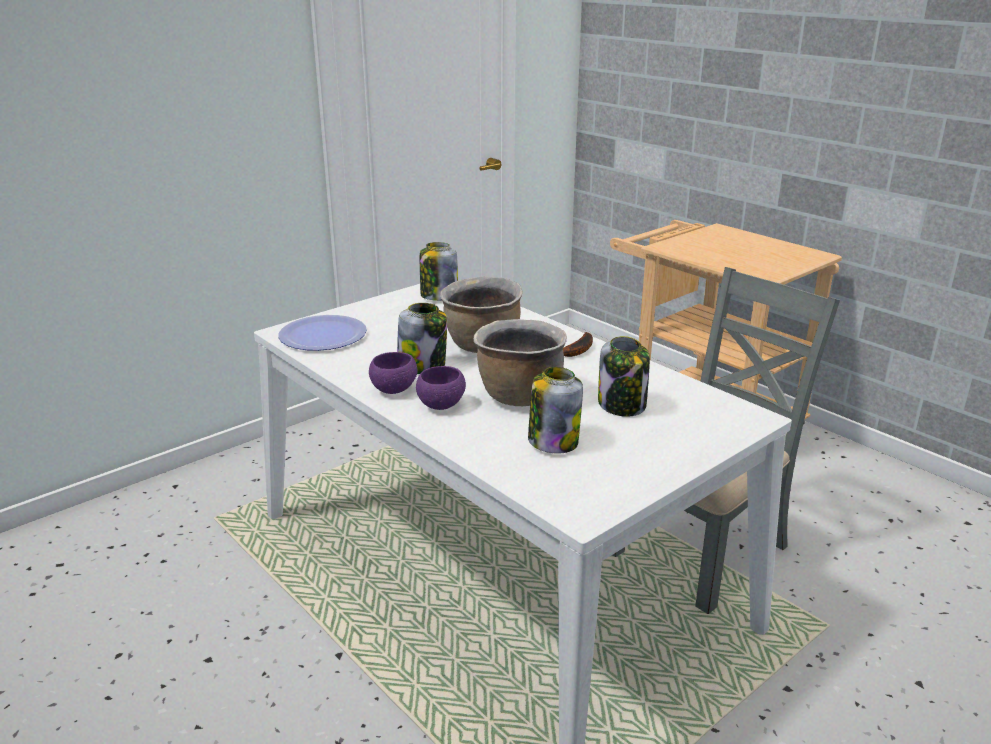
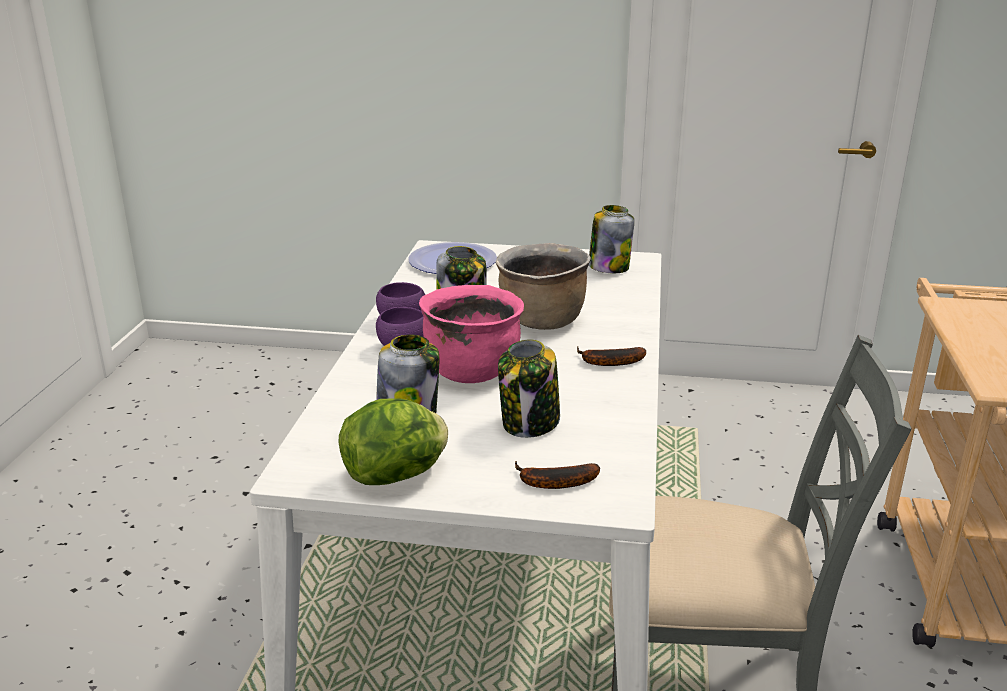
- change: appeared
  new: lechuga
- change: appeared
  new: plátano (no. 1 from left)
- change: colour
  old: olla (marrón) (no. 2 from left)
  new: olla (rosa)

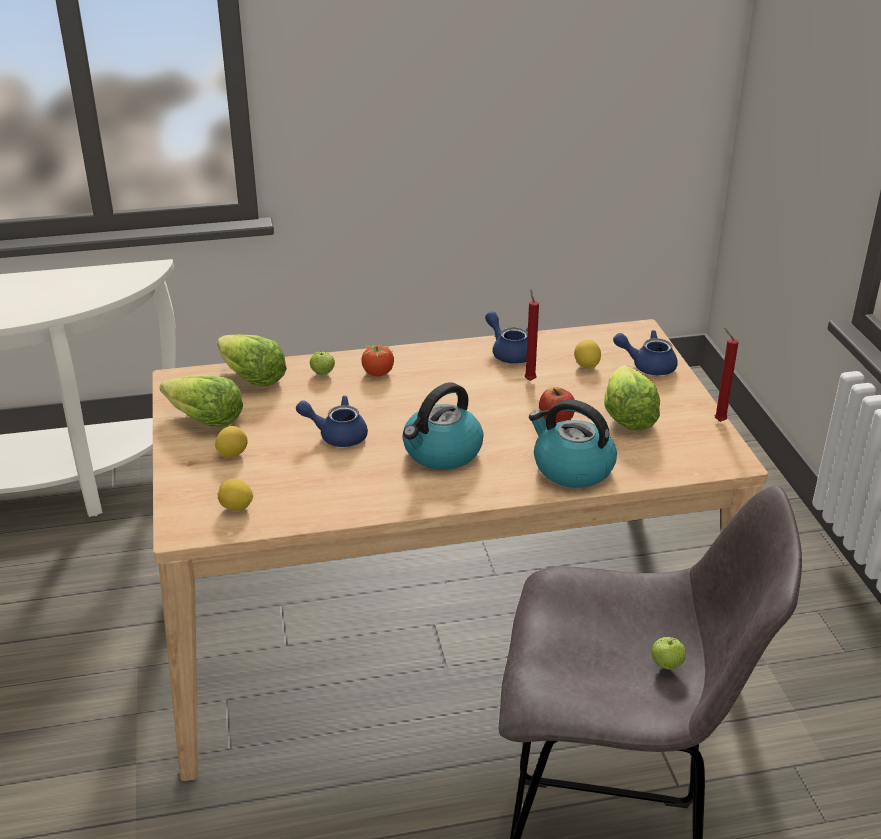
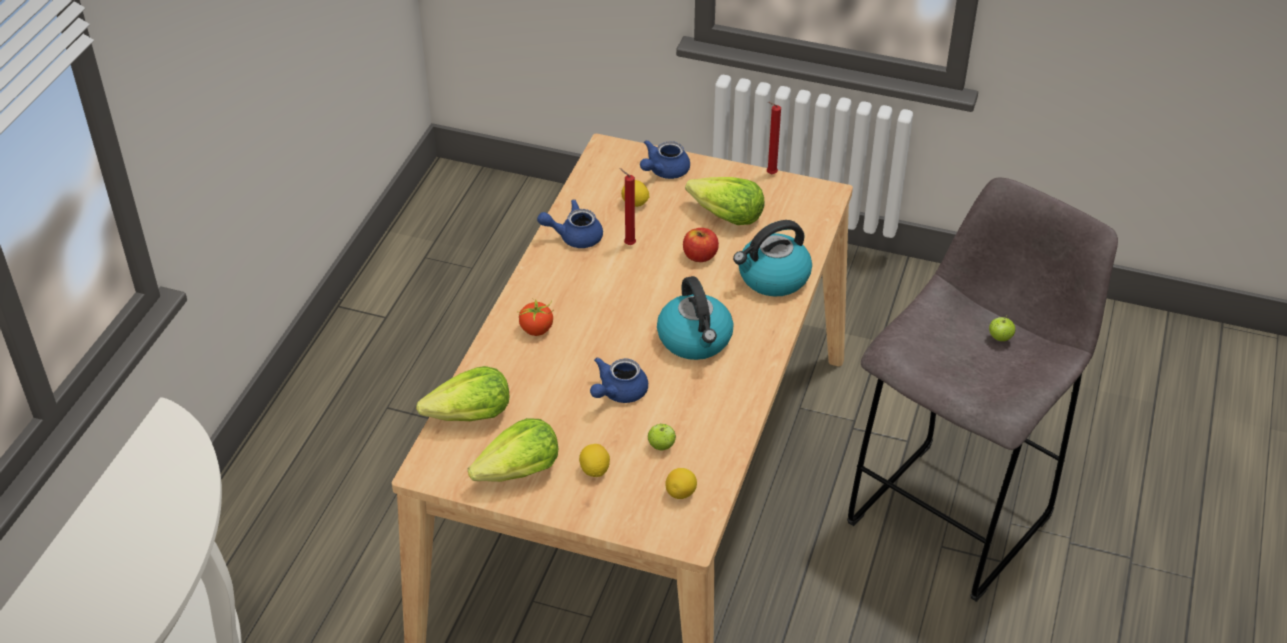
- change: relocated
  old: manzana (no. 1 from left)

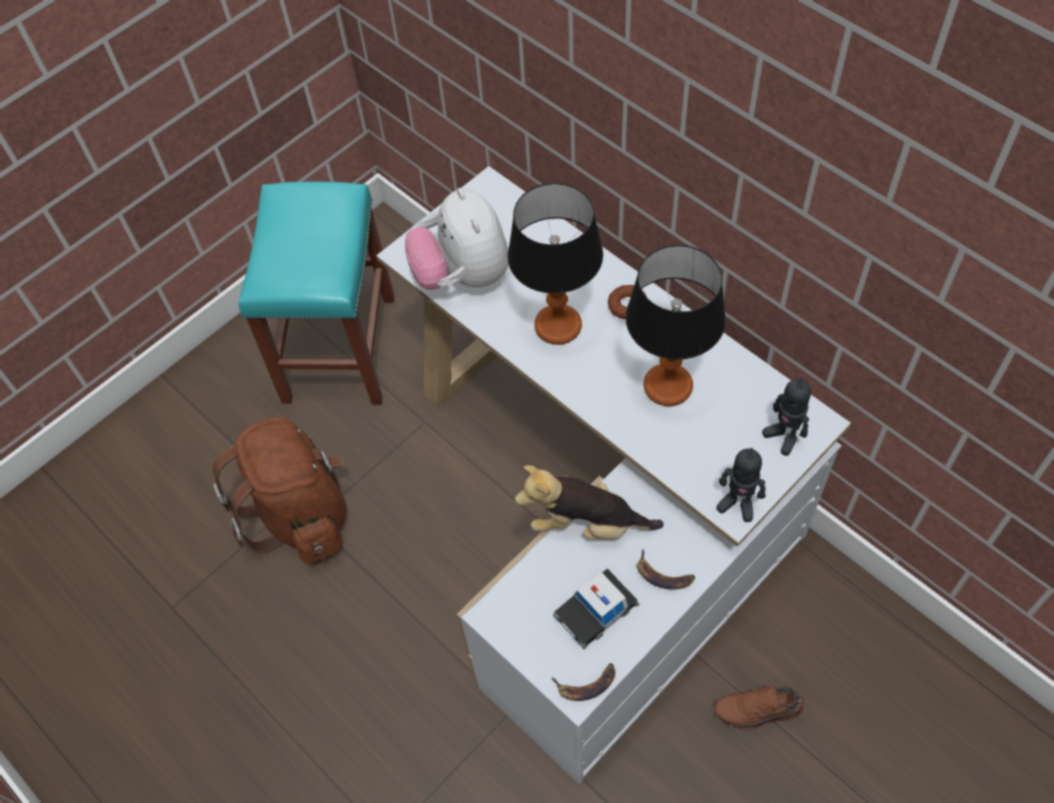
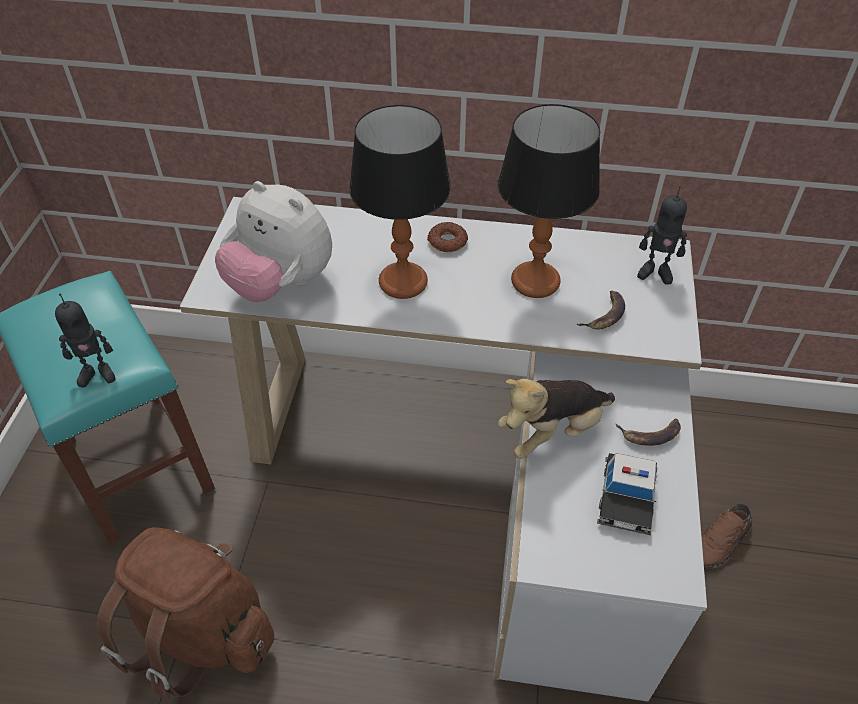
- change: relocated
  old: plátano (no. 1 from left)
- change: relocated
  old: robot de juguete (no. 1 from left)

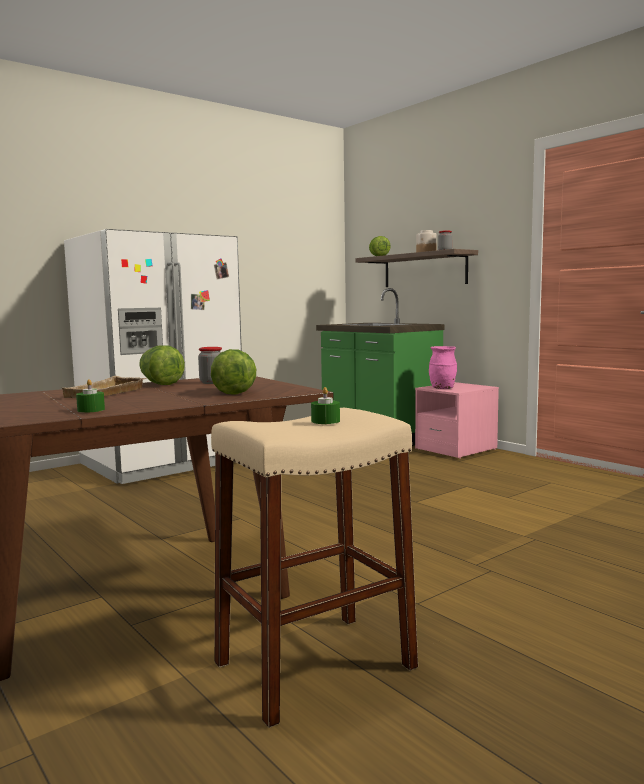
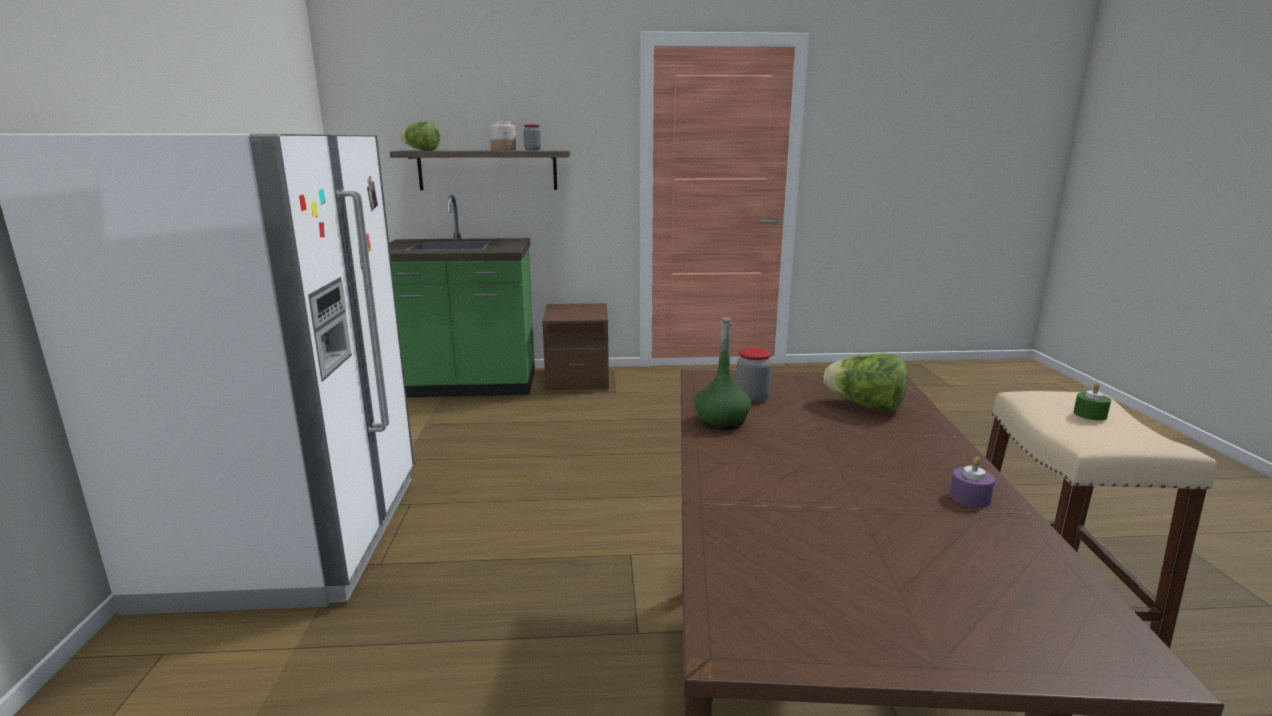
- change: missing
  old: bandeja (beis)
- change: missing
  old: florero (rosa)
- change: exchanged
  old: lechuga (no. 1 from left)
  new: botella (verde)
- change: colour
  old: vela (verde) (no. 1 from left)
  new: vela (morado)
- change: colour
  old: mesita de noche (rosa)
  new: mesita de noche (marrón)

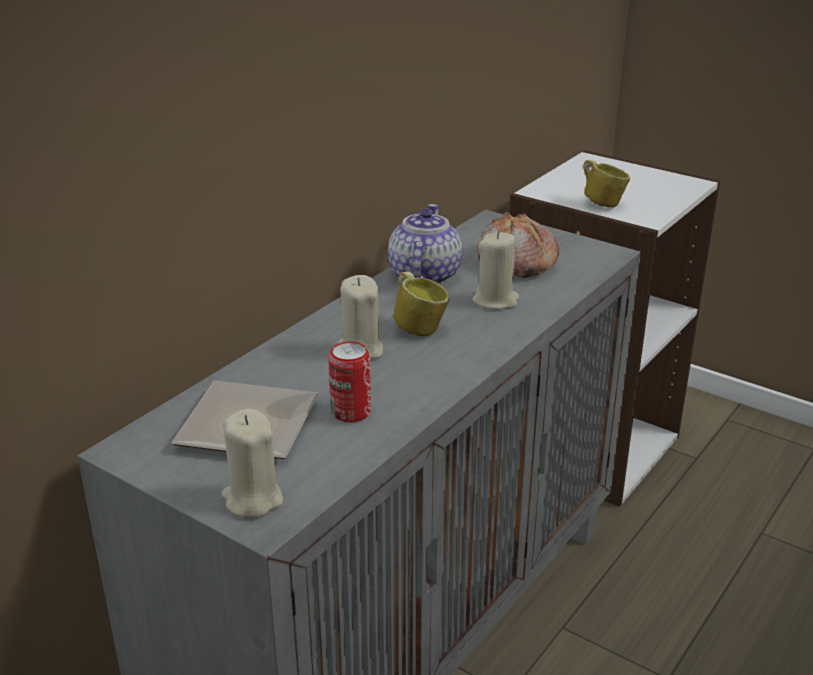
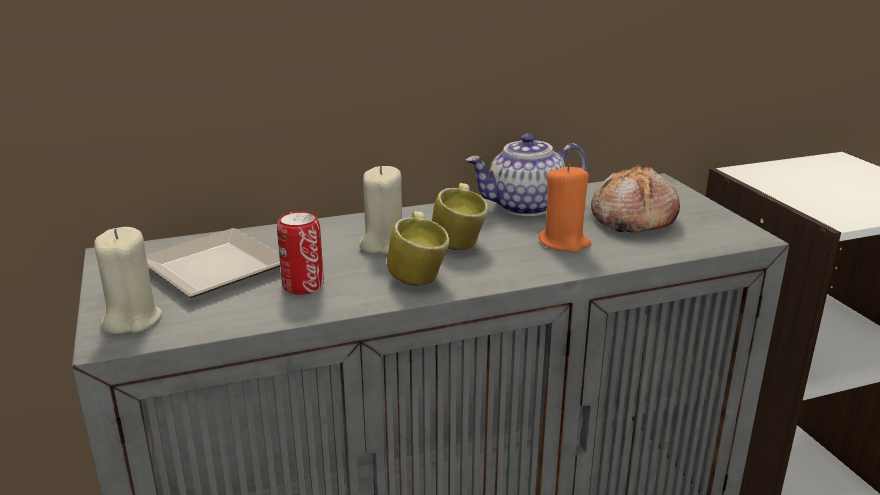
- change: relocated
  old: taza grande (no. 2 from left in the first image)
  new: taza grande (no. 1 from left)
- change: colour
  old: vela (beis) (no. 3 from left)
  new: vela (naranja)
- change: spun
  old: tetera
  degrees: -150

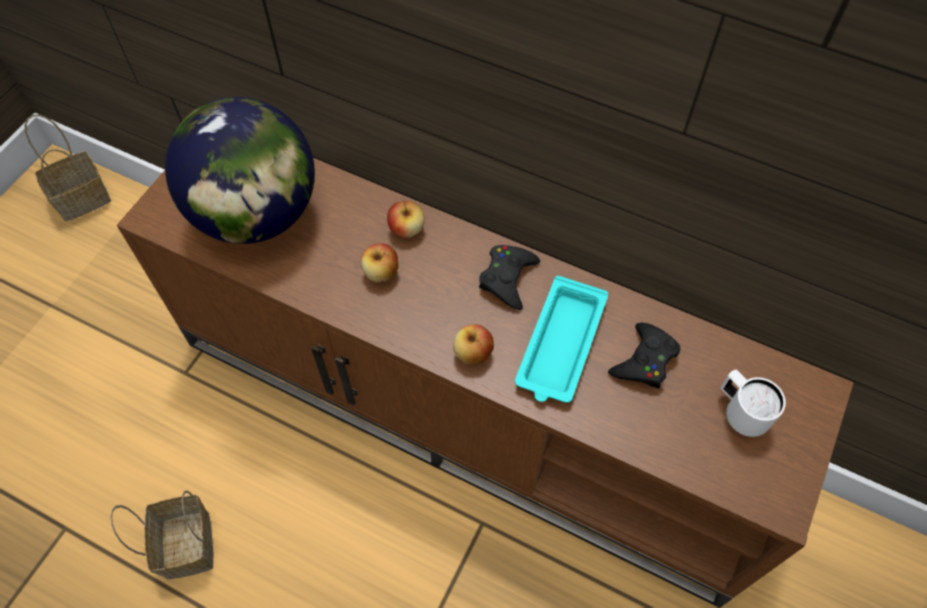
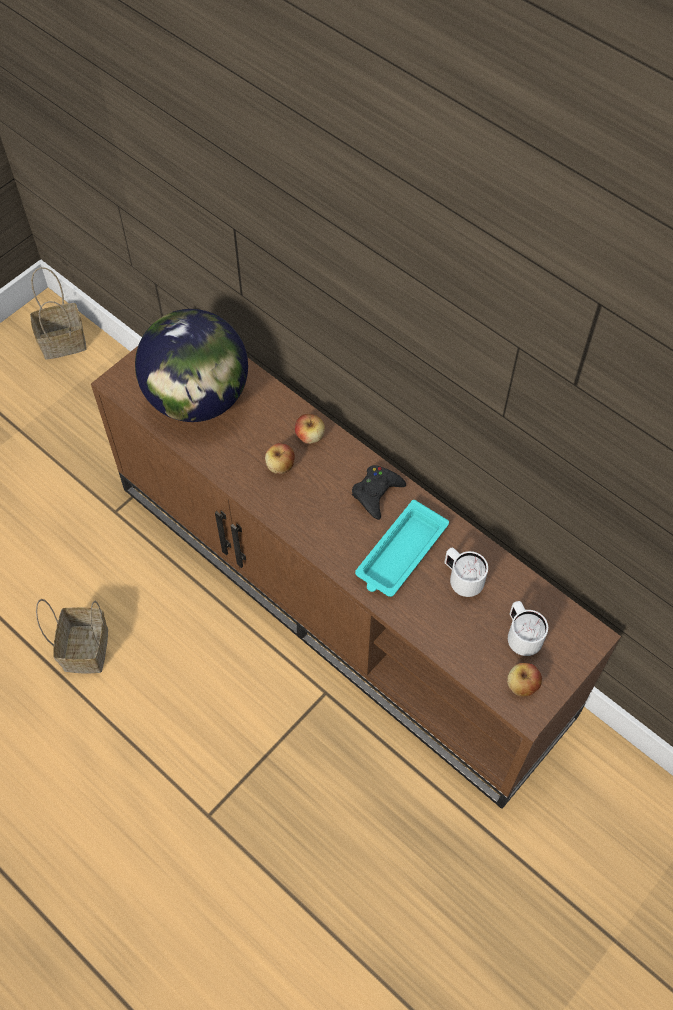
- change: relocated
  old: manzana (no. 3 from left)
- change: exchanged
  old: mando de consola (negro) (no. 2 from left)
  new: taza grande (blanco) (no. 1 from left)

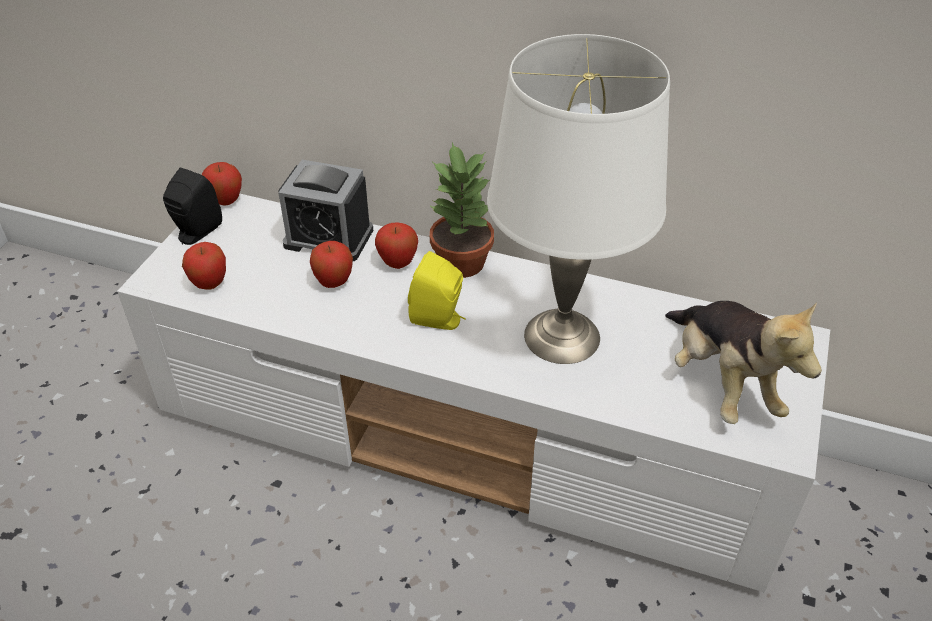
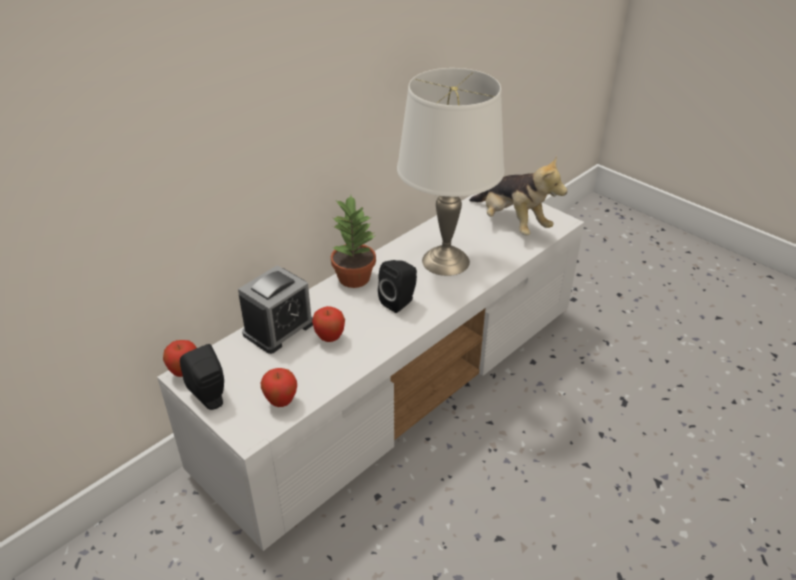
- change: missing
  old: manzana (no. 4 from left)
- change: colour
  old: altavoz (amarillo)
  new: altavoz (negro) (no. 2 from left)
- change: spun
  old: peluche
  degrees: 45

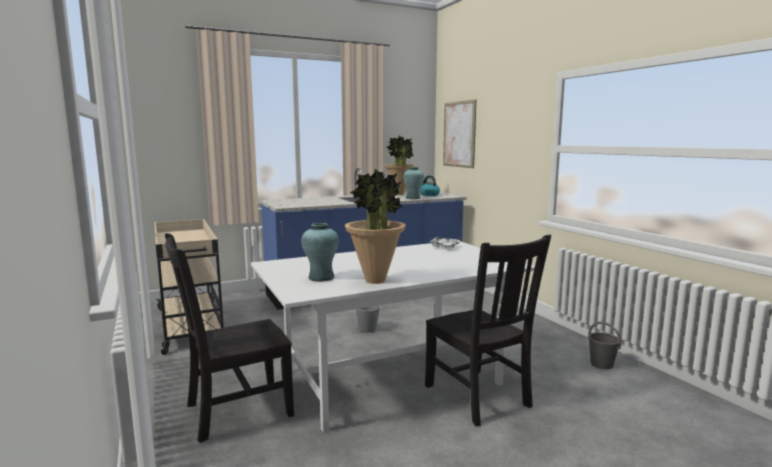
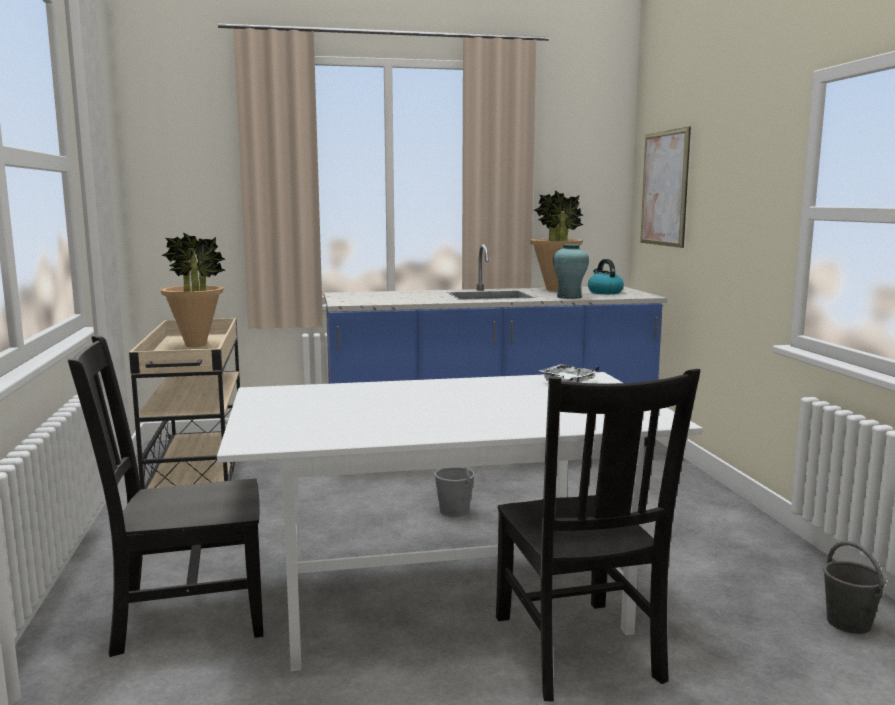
- change: missing
  old: florero (turquesa) (no. 1 from left)
- change: relocated
  old: planta en maceta (no. 1 from left)

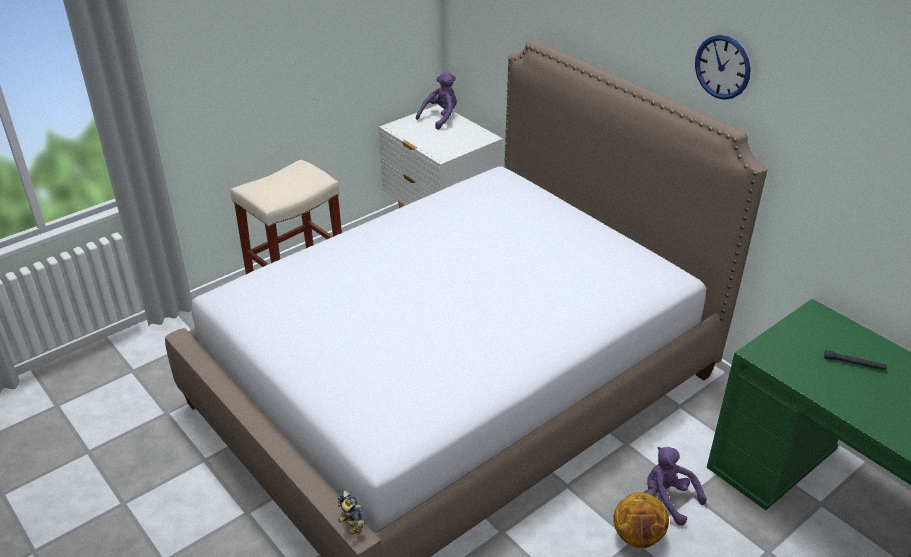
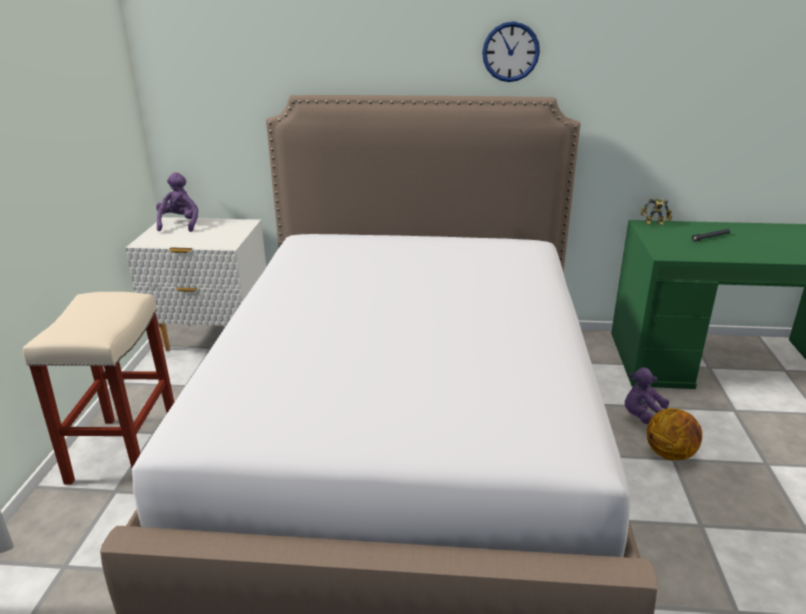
- change: relocated
  old: robot de juguete

